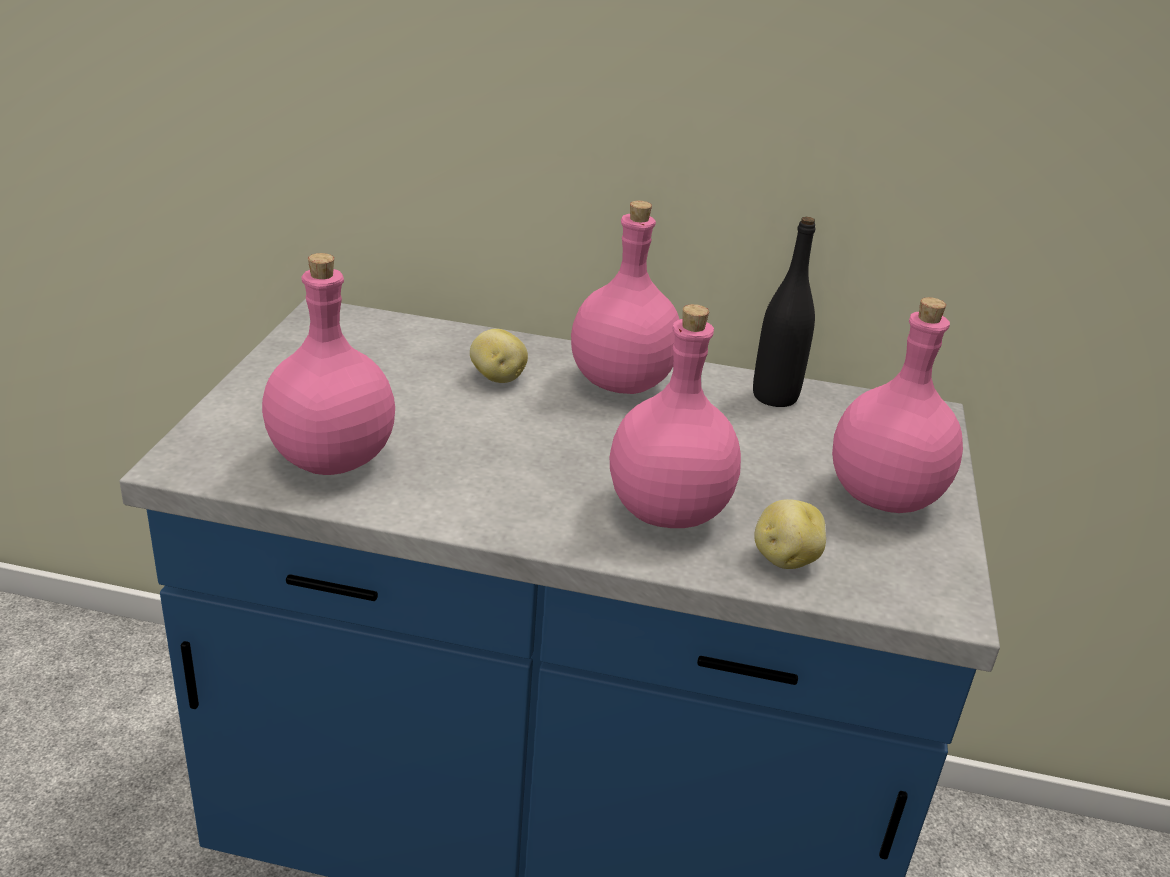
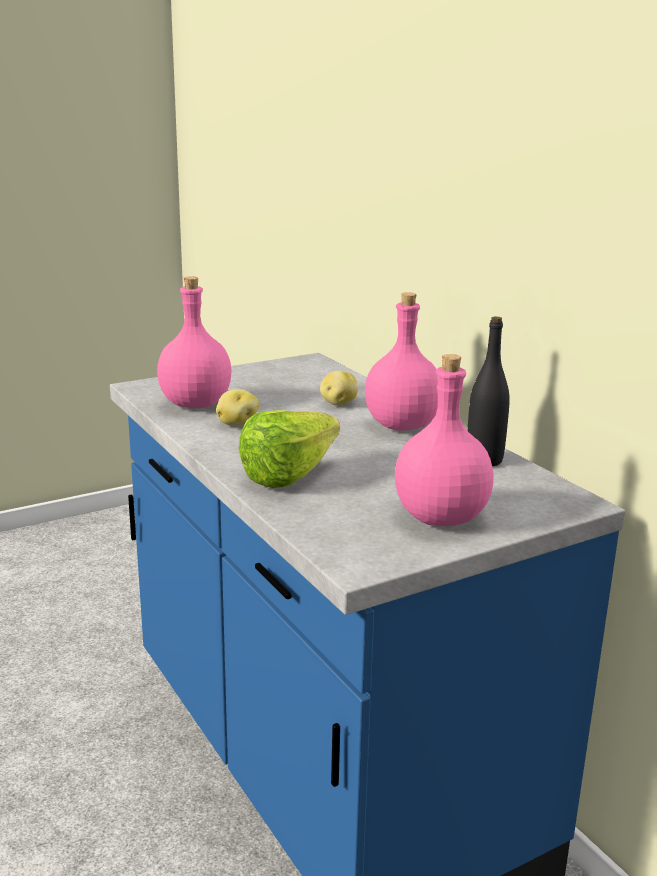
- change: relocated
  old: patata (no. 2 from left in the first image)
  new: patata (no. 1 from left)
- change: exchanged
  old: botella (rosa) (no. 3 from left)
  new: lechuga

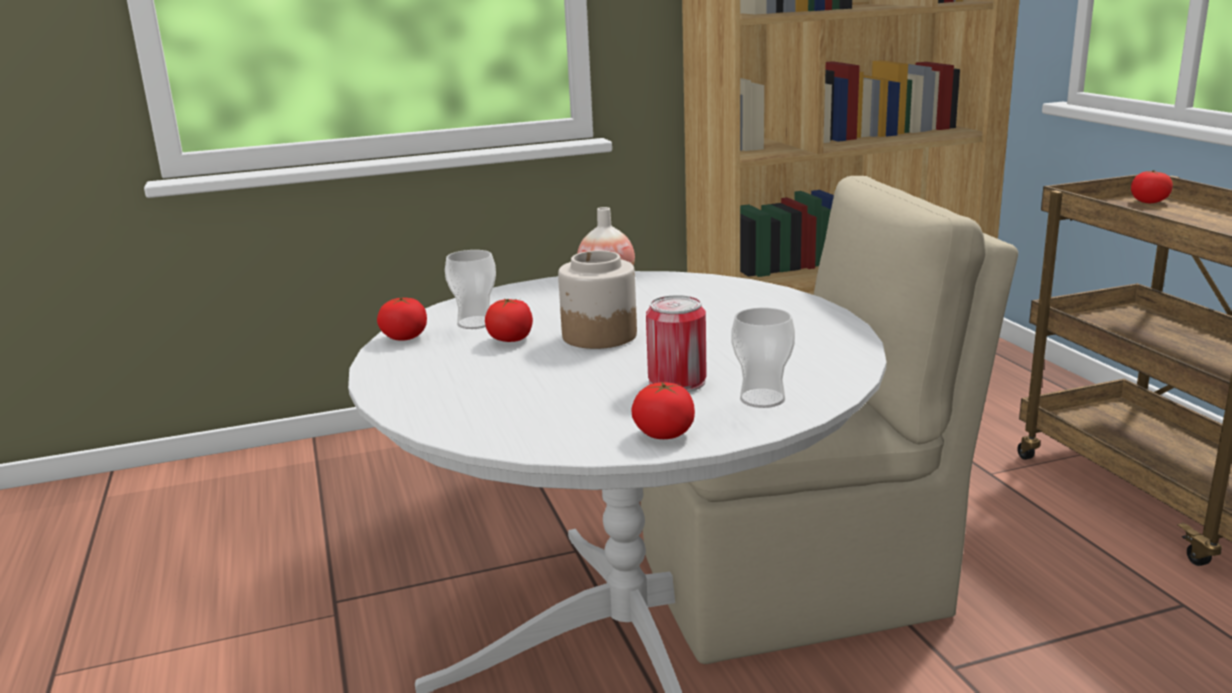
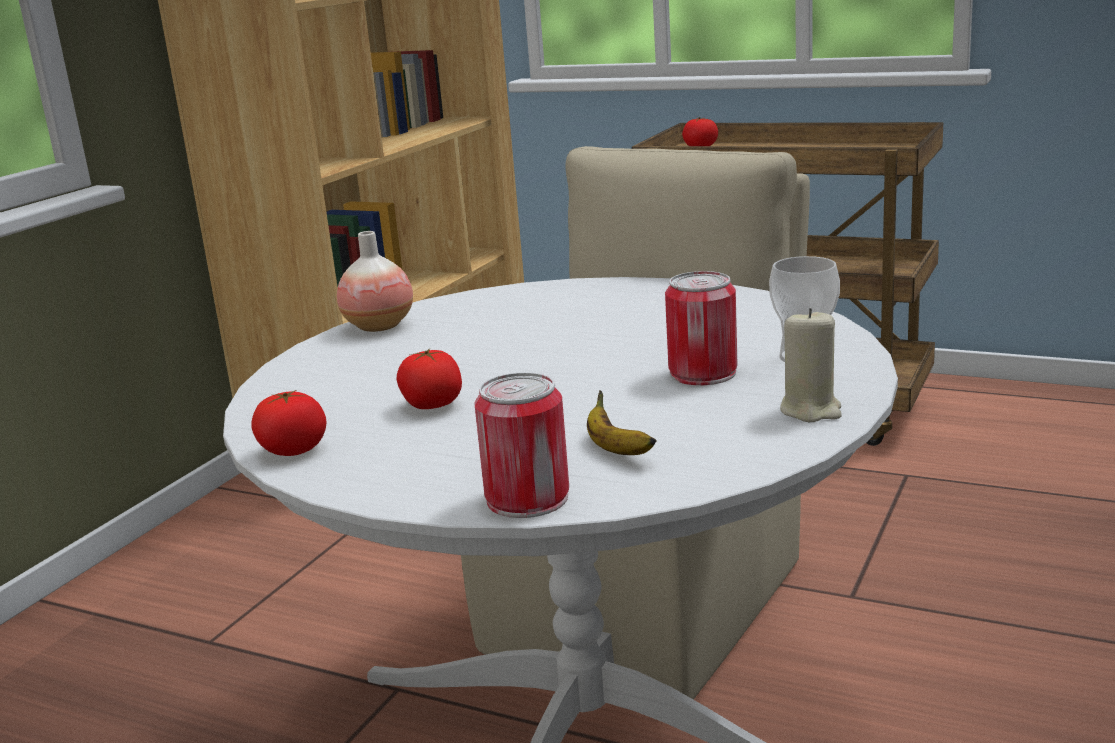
- change: missing
  old: taza (no. 1 from left)
- change: missing
  old: tarro
- change: appeared
  new: lata (no. 1 from left)
- change: appeared
  new: plátano
- change: exchanged
  old: tomate (no. 3 from left)
  new: vela (beis)

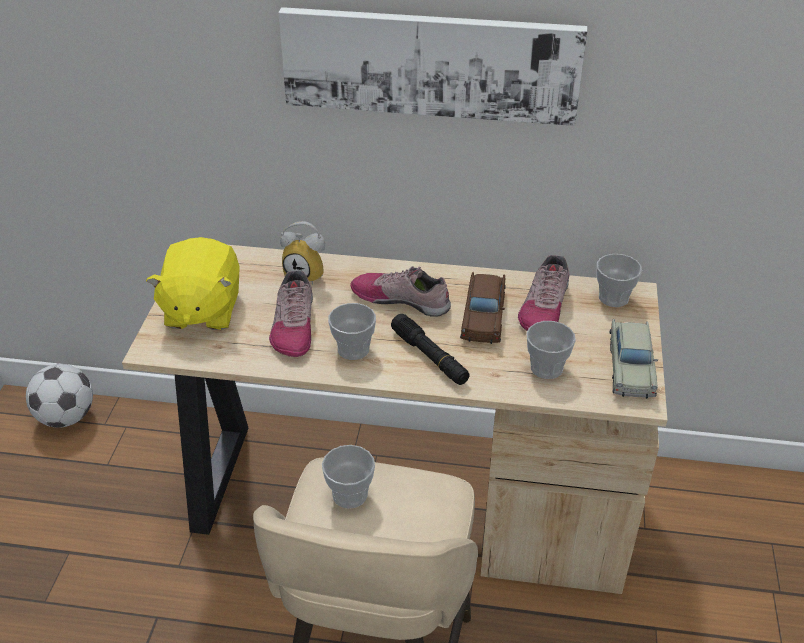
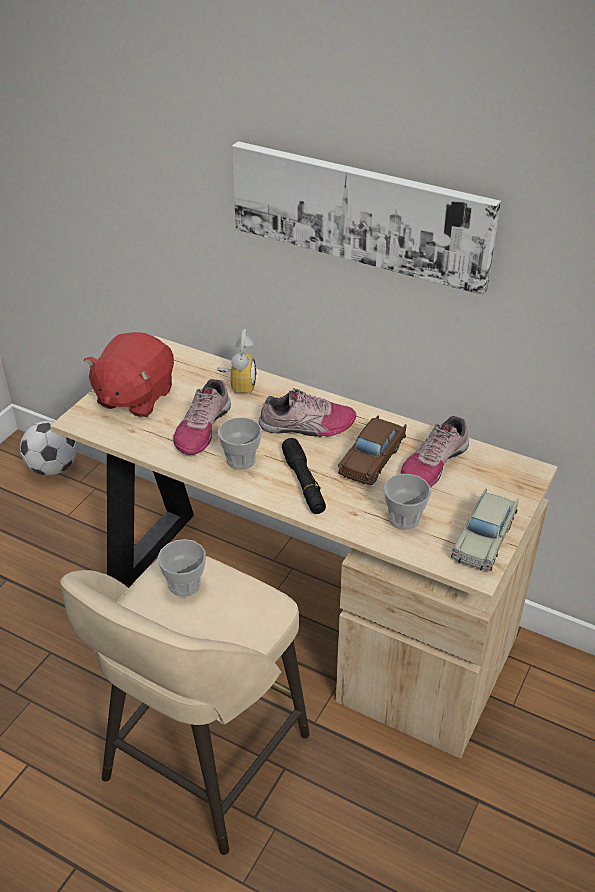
- change: missing
  old: taza (no. 4 from left)
- change: colour
  old: peluche (amarillo)
  new: peluche (rojo)
- change: spun
  old: despertador
  degrees: -120
- change: spun
  old: zapato (no. 2 from left)
  degrees: 135

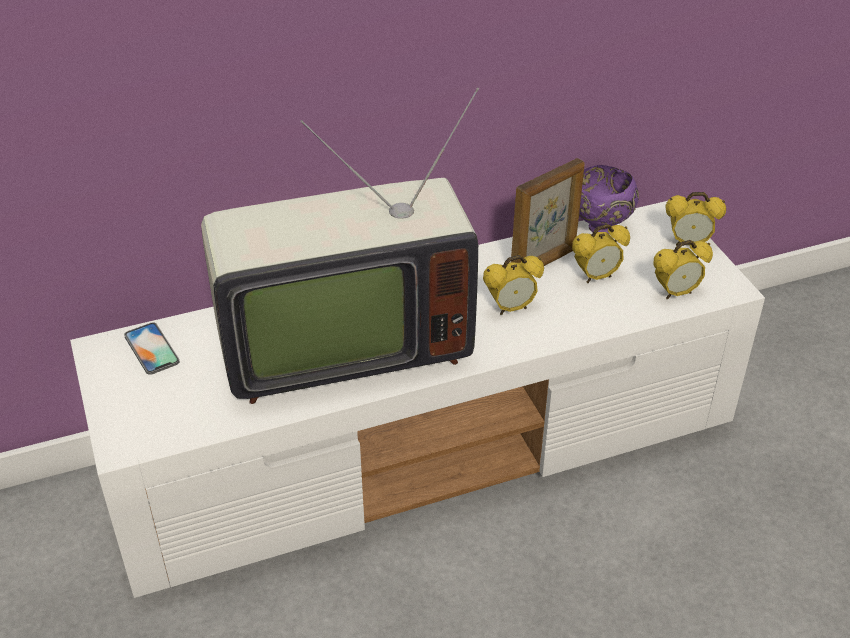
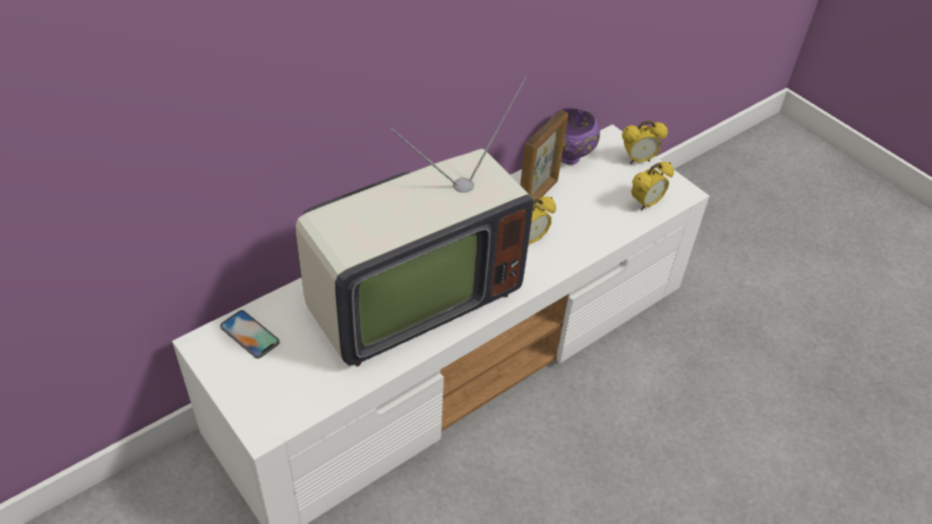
- change: missing
  old: despertador (no. 2 from left)

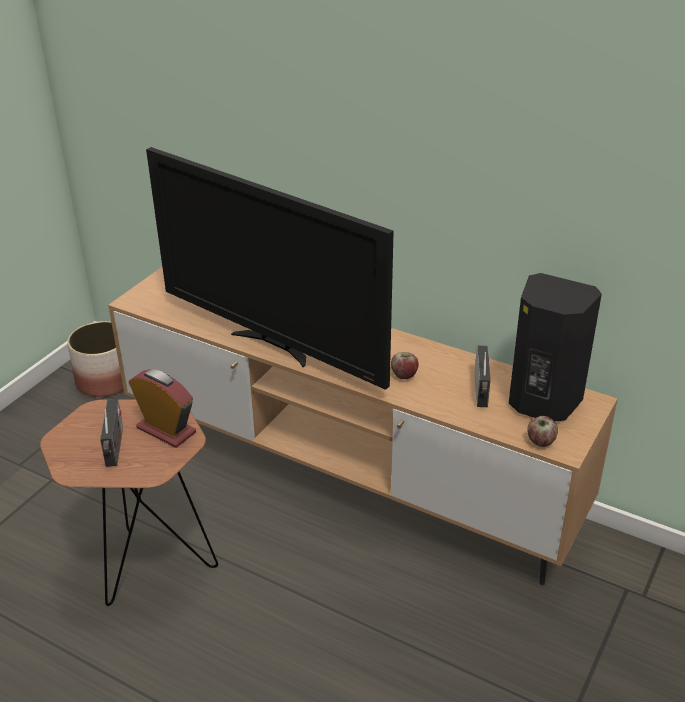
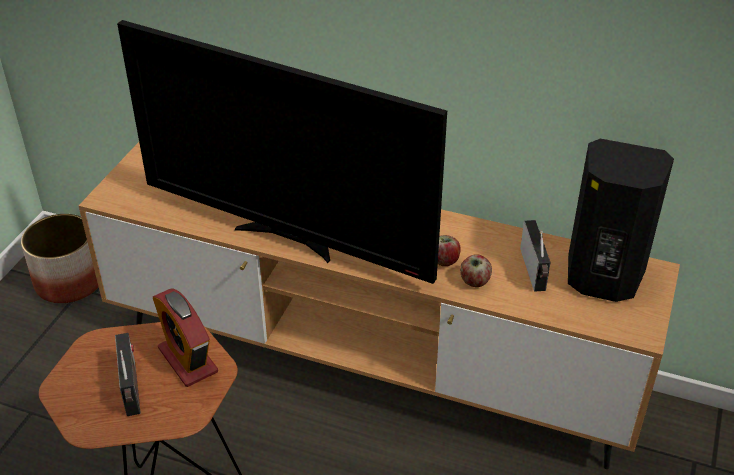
- change: relocated
  old: manzana (no. 2 from left)
- change: spun
  old: despertador
  degrees: -150

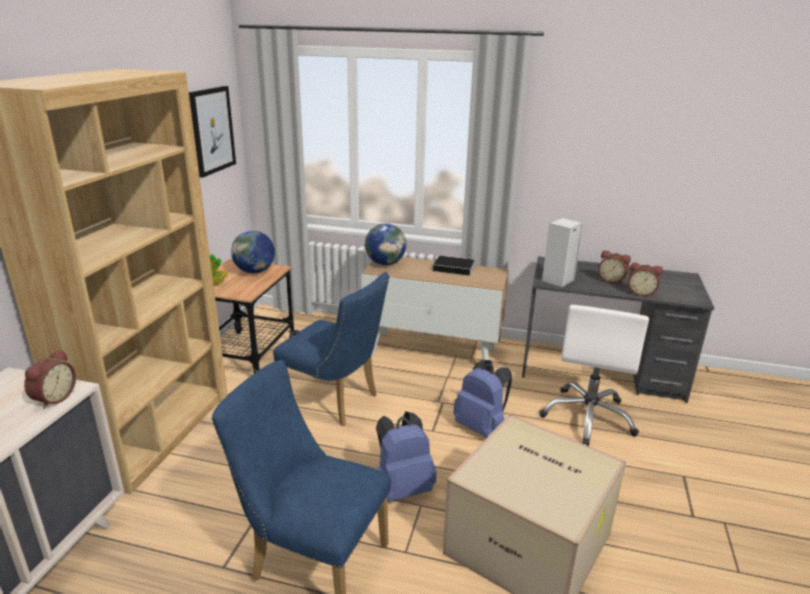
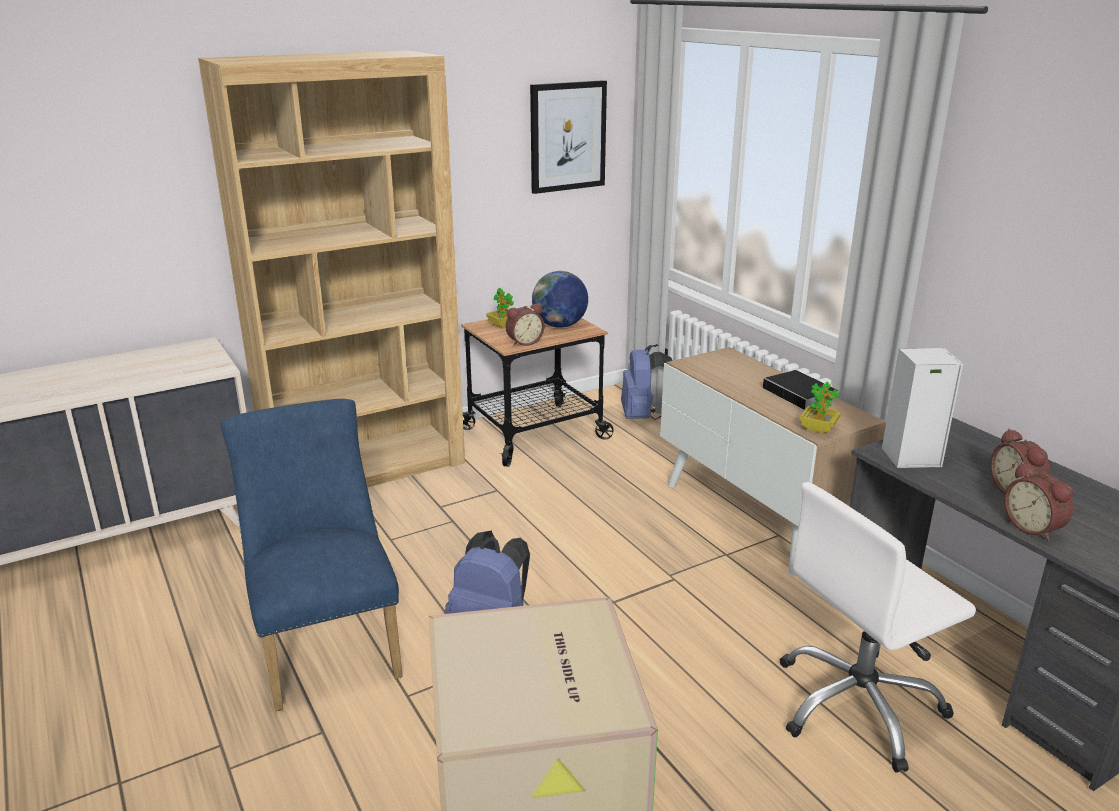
- change: missing
  old: silla (azul) (no. 2 from left)
- change: missing
  old: globo terráqueo (no. 2 from left)
- change: appeared
  new: planta en maceta (no. 2 from left)
- change: relocated
  old: despertador (no. 1 from left)
- change: relocated
  old: mochila (azul) (no. 2 from left)

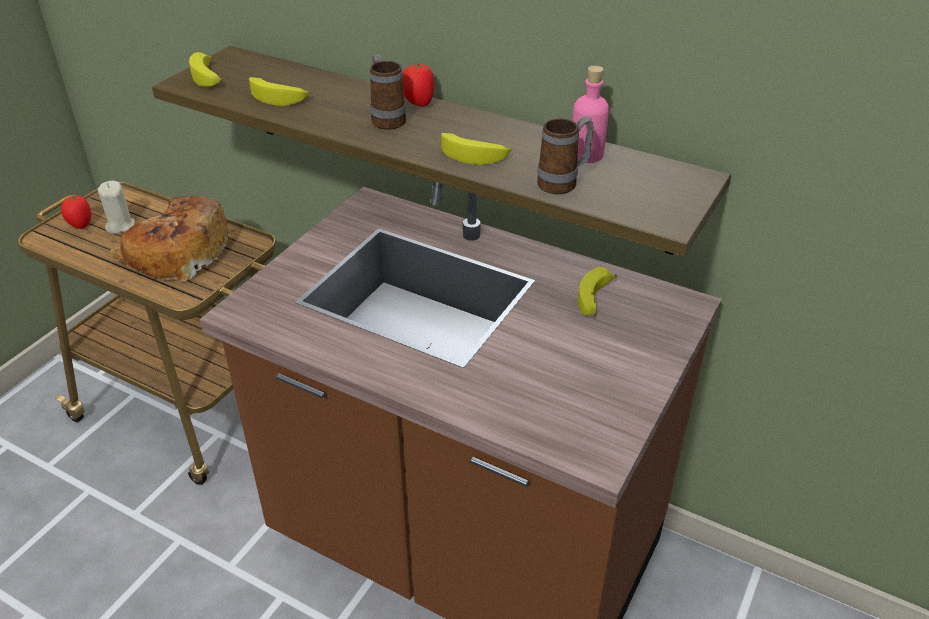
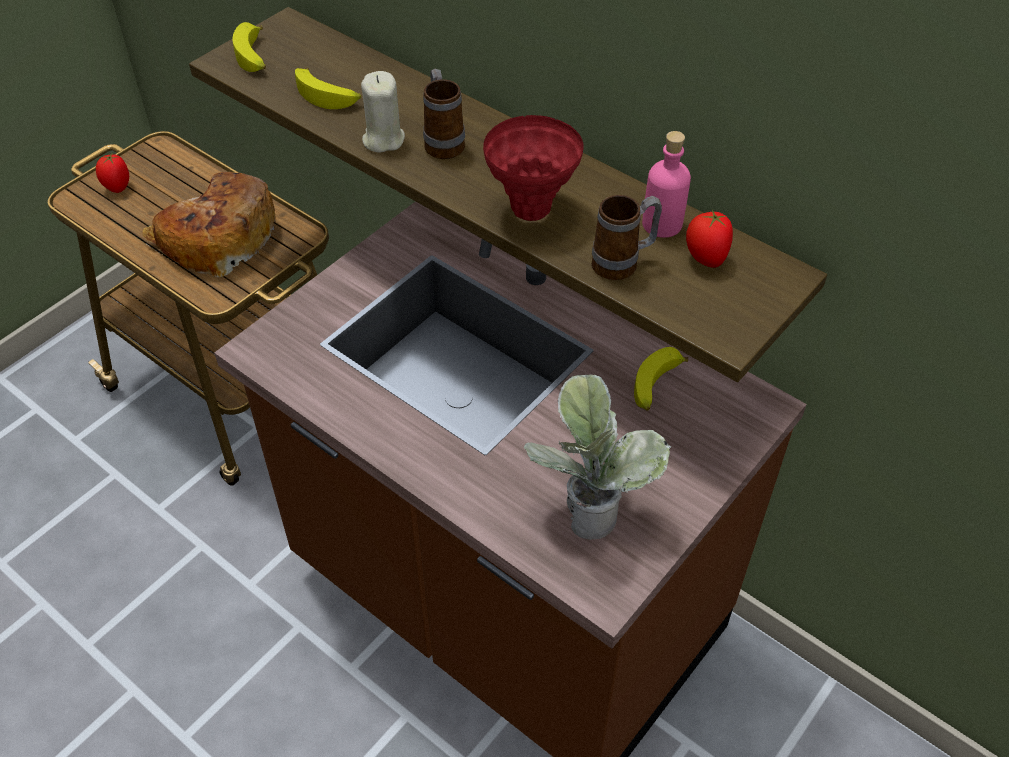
- change: appeared
  new: planta en maceta
- change: relocated
  old: vela (beis)
- change: relocated
  old: tomate (no. 2 from left)
- change: exchanged
  old: plátano (no. 3 from left)
  new: florero (rojo)

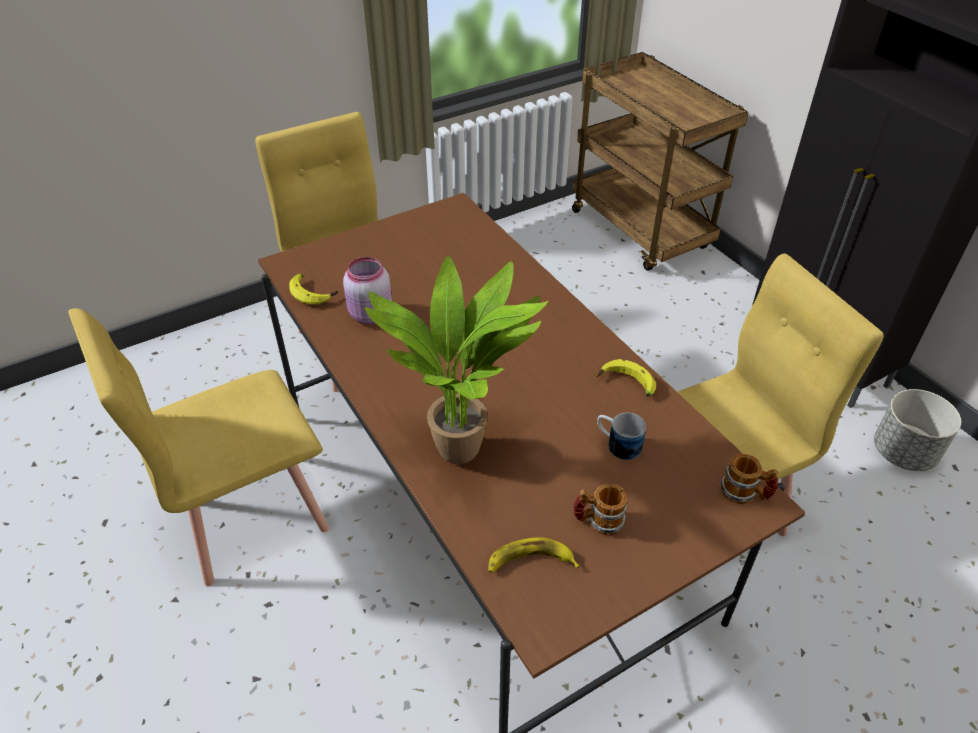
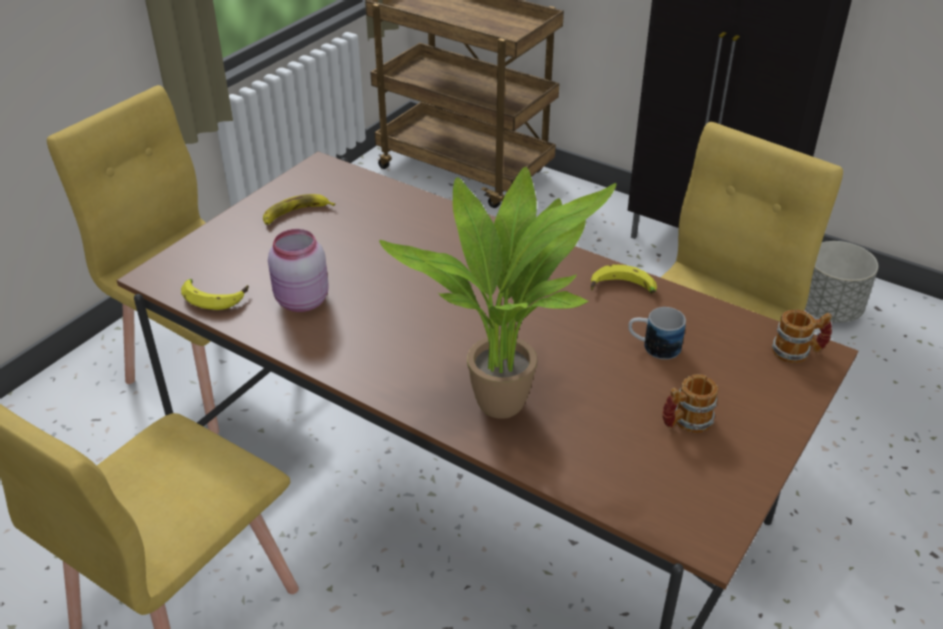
- change: relocated
  old: plátano (no. 2 from left)

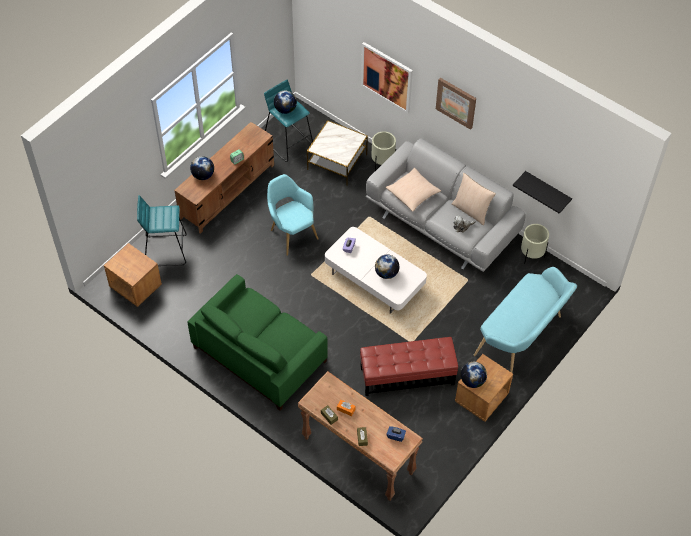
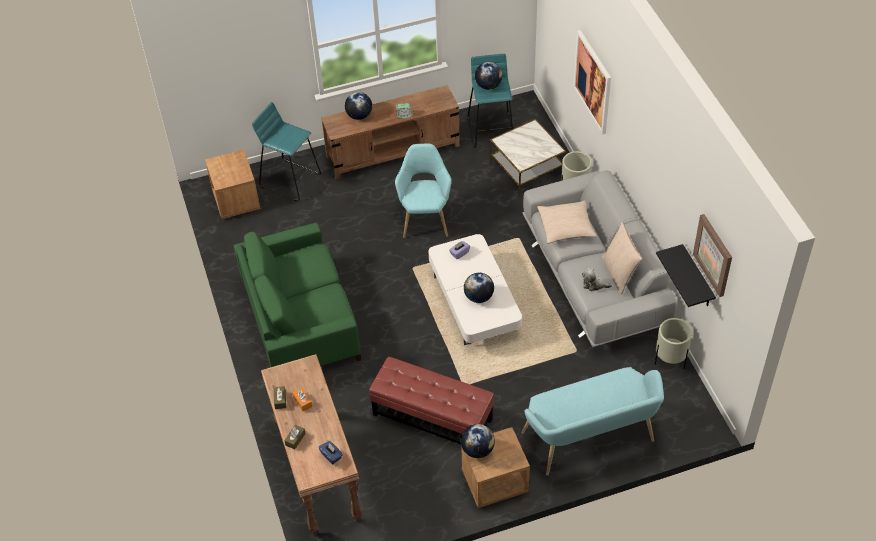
- change: relocated
  old: cuadro (no. 2 from left)

